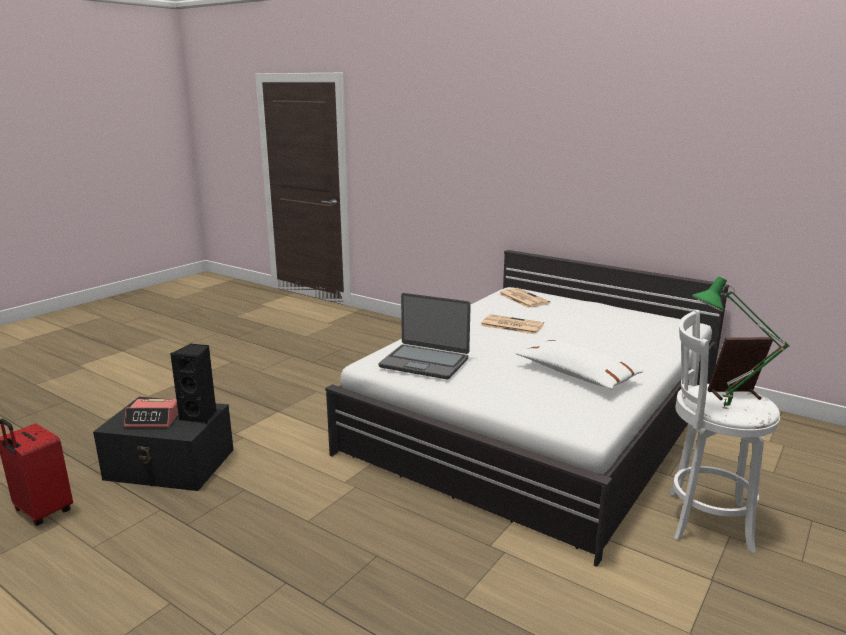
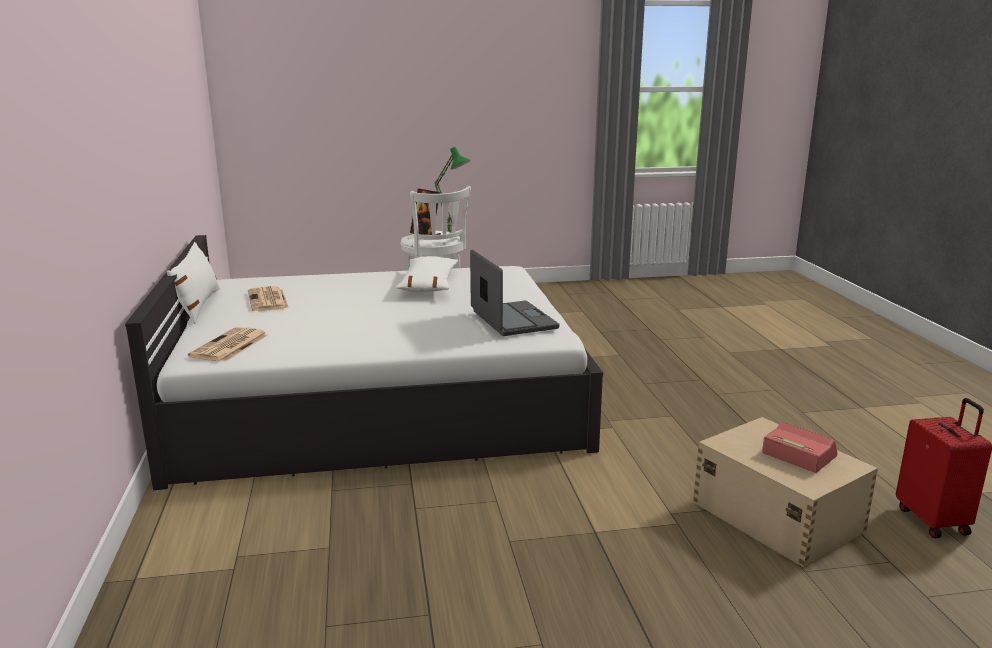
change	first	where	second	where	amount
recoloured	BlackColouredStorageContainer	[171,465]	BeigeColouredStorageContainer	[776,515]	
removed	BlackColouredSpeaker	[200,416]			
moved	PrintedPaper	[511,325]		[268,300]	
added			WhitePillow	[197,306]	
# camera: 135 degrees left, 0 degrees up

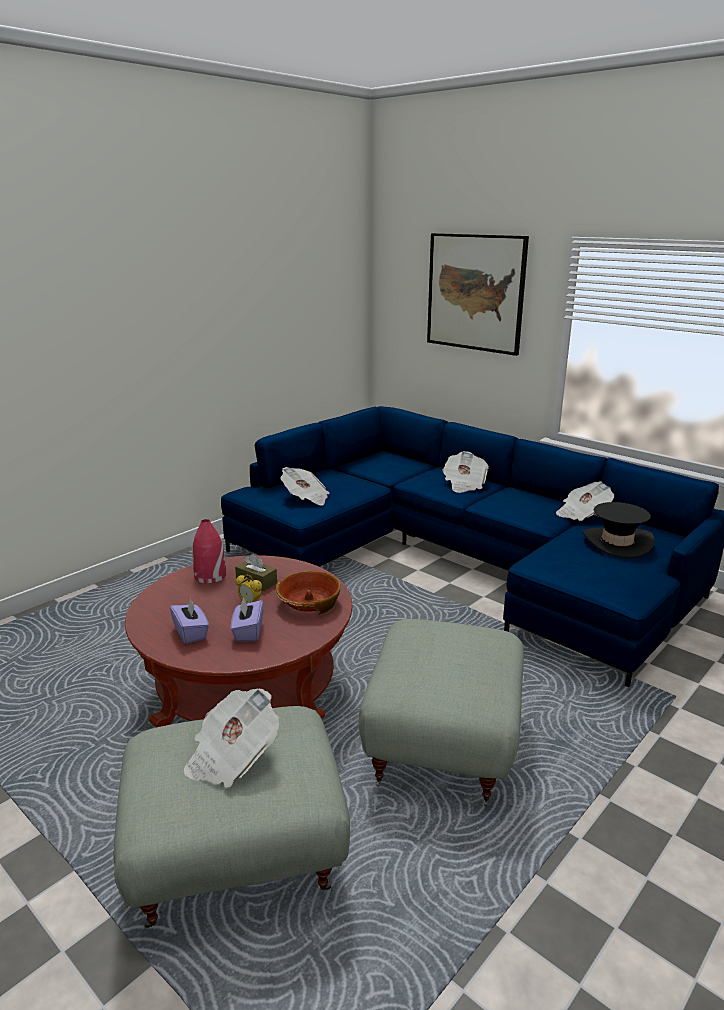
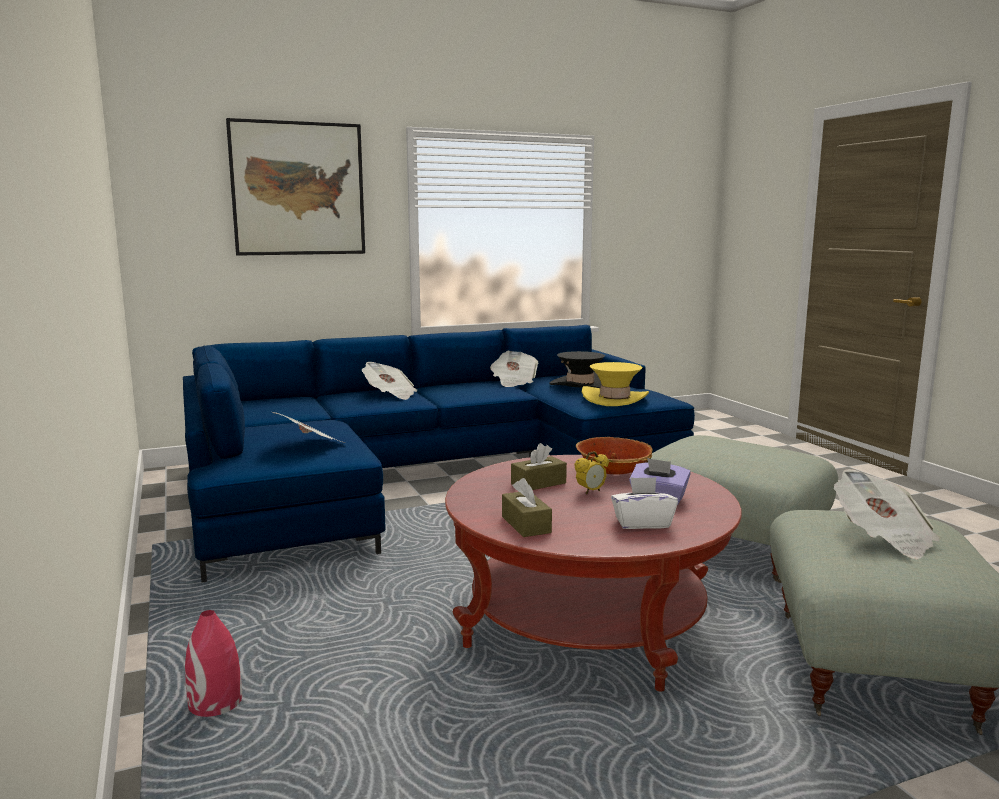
change	first	where	second	where	amount
recoloured	PurpleBoxOfTissues	[191,633]	WhiteBoxOfTissues	[642,523]	
moved	ReddishDecorativeVase	[210,576]		[215,703]	
added			BrownBoxOfTissues	[526,524]	
added			YellowWearableHat	[614,399]	
# camera: 65 degrees left, 10 degrees down

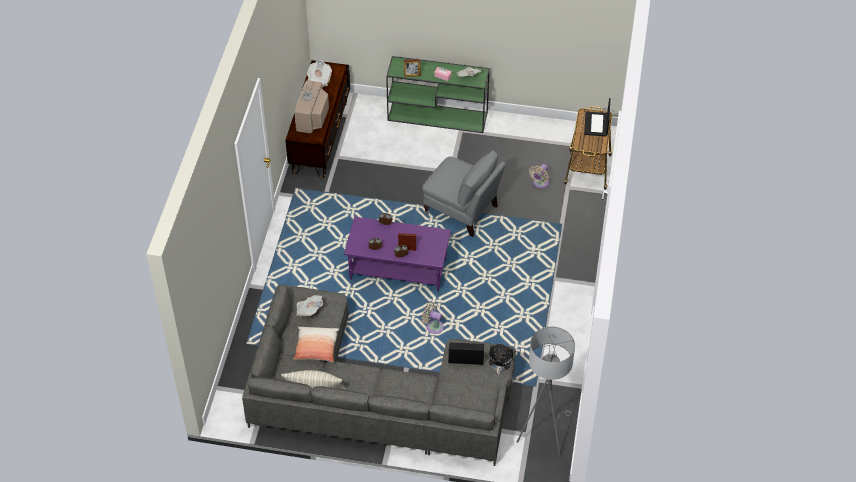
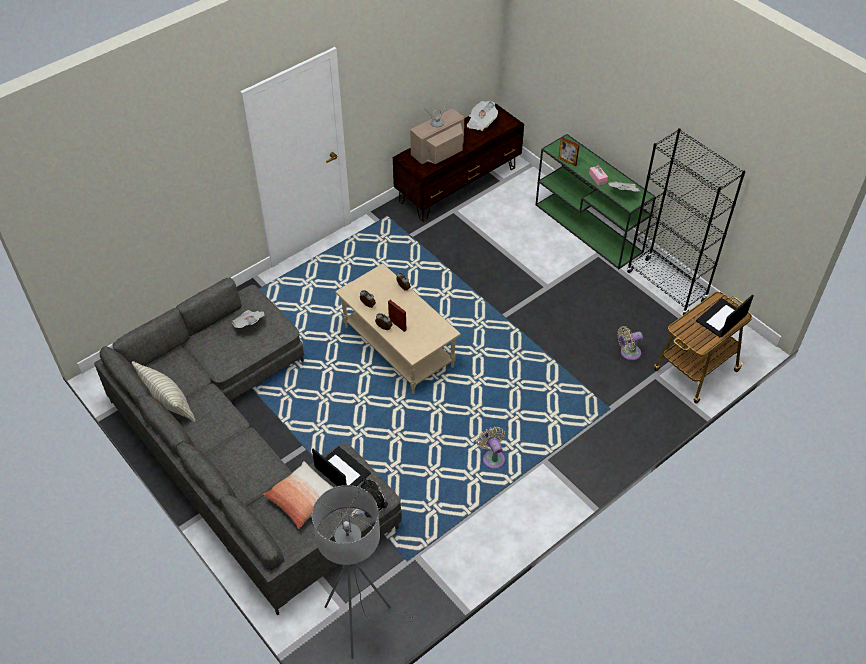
change	first	where	second	where	amount
moved	Pillow	[316,348]		[303,500]	
recoloured	PurpleLowTable	[397,270]	BeigeColouredLowTable	[397,347]	
moved	BeigeColouredElectricFan	[433,326]		[492,457]	
removed	GreyishArmchair	[462,211]			
added			BlackColouredBookshelf	[666,287]	
# camera: 40 degrees right, 0 degrees up

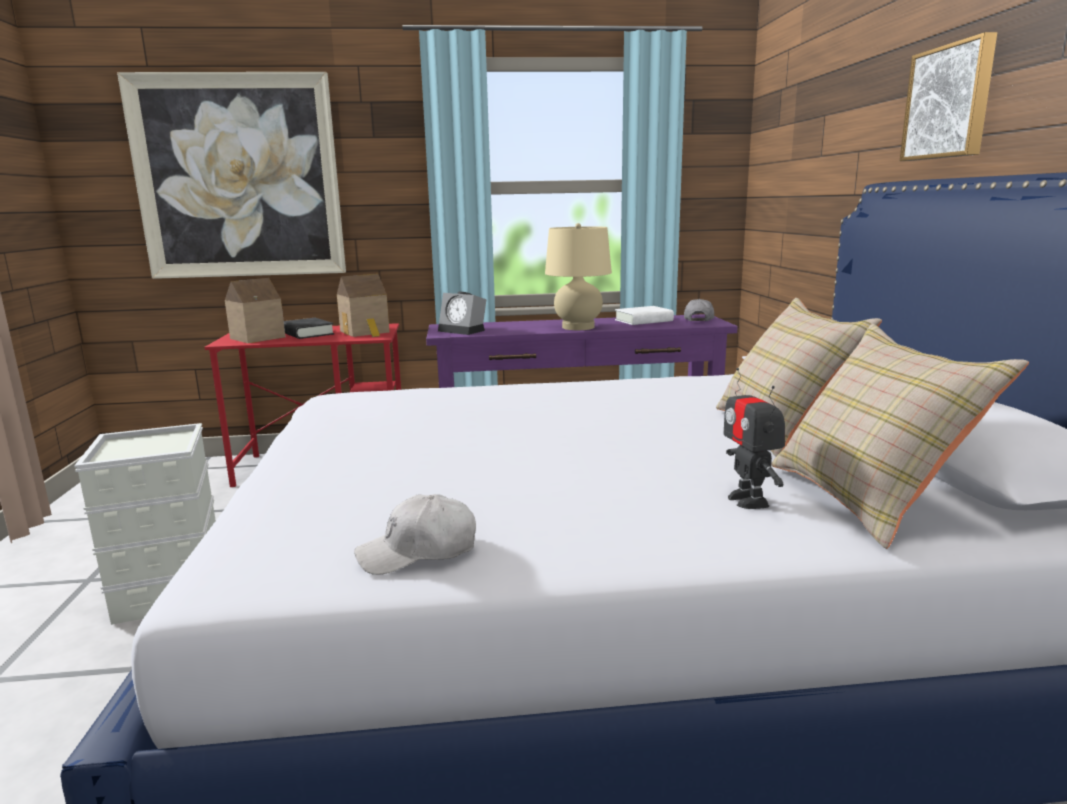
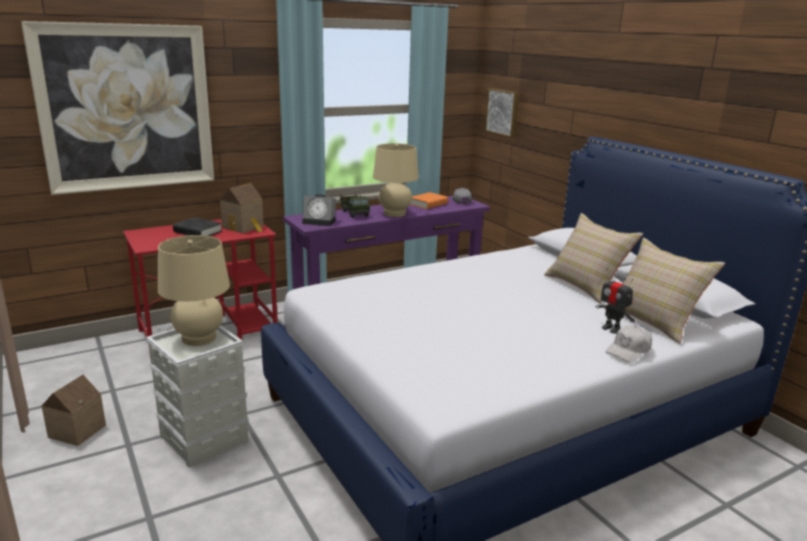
change	first	where	second	where	amount
moved	ToyHouse	[256,338]		[75,431]	
moved	WhitePeakedCap	[418,552]		[628,351]	
recoloured	WhiteBoundBook	[643,320]	OrangeyBoundBook	[428,204]	
moved	Picture	[950,102]		[503,112]	
added			BeigeColouredTableLamp	[199,338]	
added			ToyTruck	[354,213]	
# camera: 25 degrees left, 5 degrees up

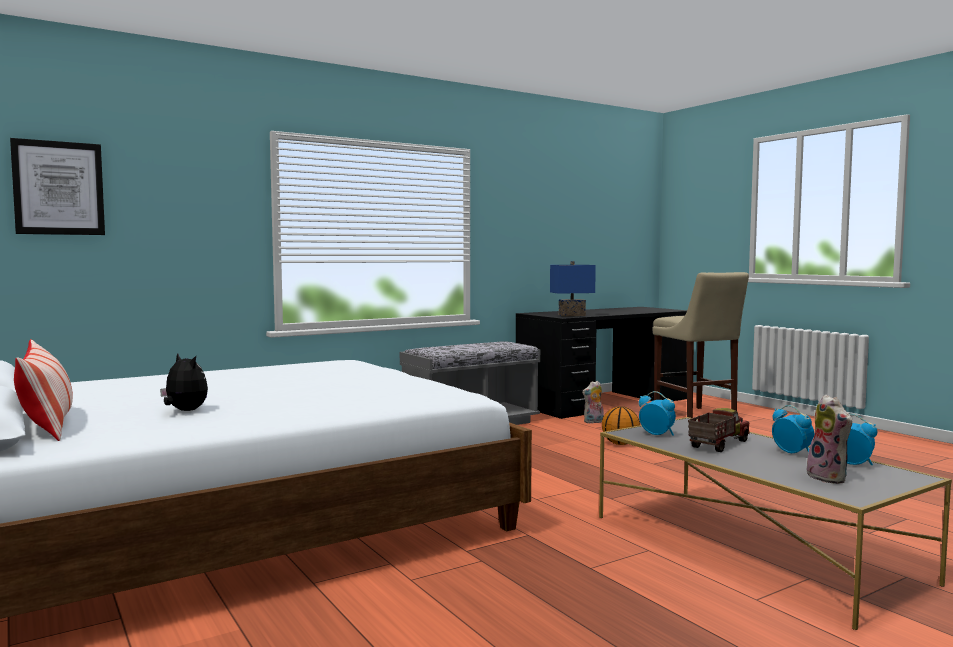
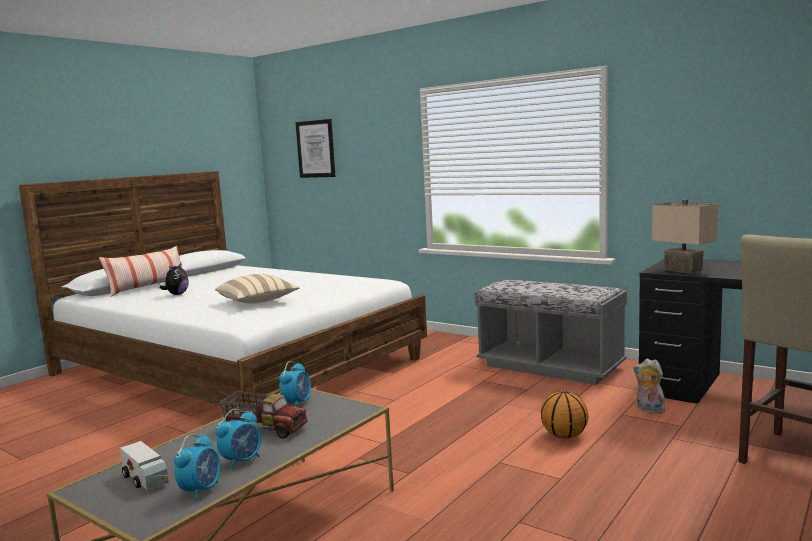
change	first	where	second	where	amount
recoloured	BluishTableLamp	[572,315]	BeigeColouredTableLamp	[681,270]	
replaced	CuddlyToy	[830,478]	ToyTruck	[146,479]	
added			BeigeColouredPillow	[257,302]	
# camera: 70 degrees right, 5 degrees up

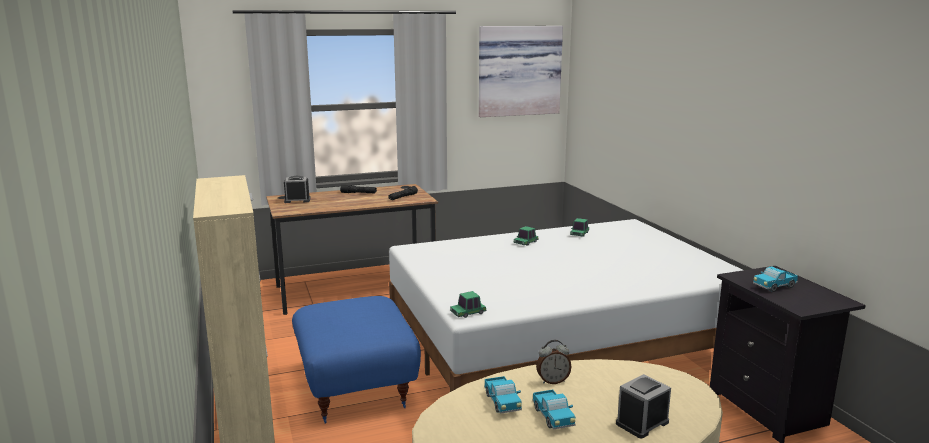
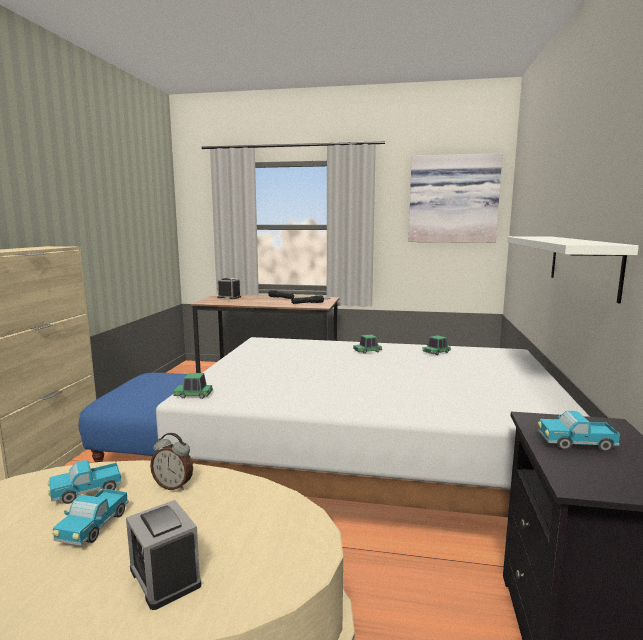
change	first	where	second	where	amount
turned	ToyTruck	[502,403]		[86,492]	45 degrees clockwise
turned	TableClock	[642,423]		[165,577]	120 degrees counterclockwise
added			WhiteBracketShelf	[582,264]	
# camera: 30 degrees right, 5 degrees down

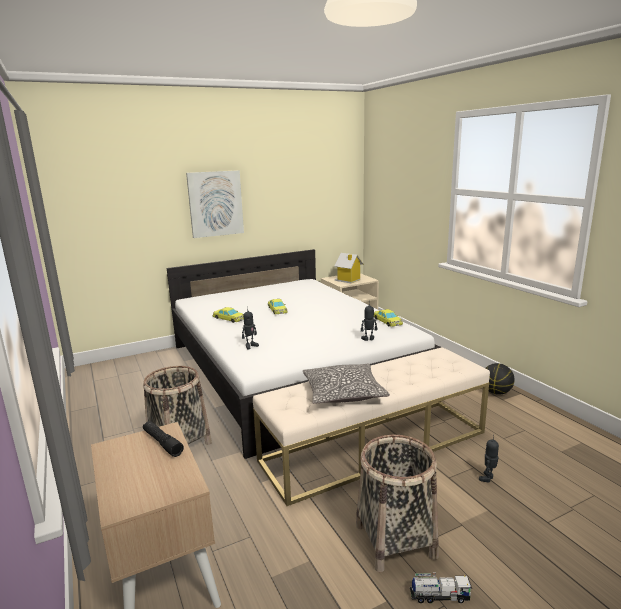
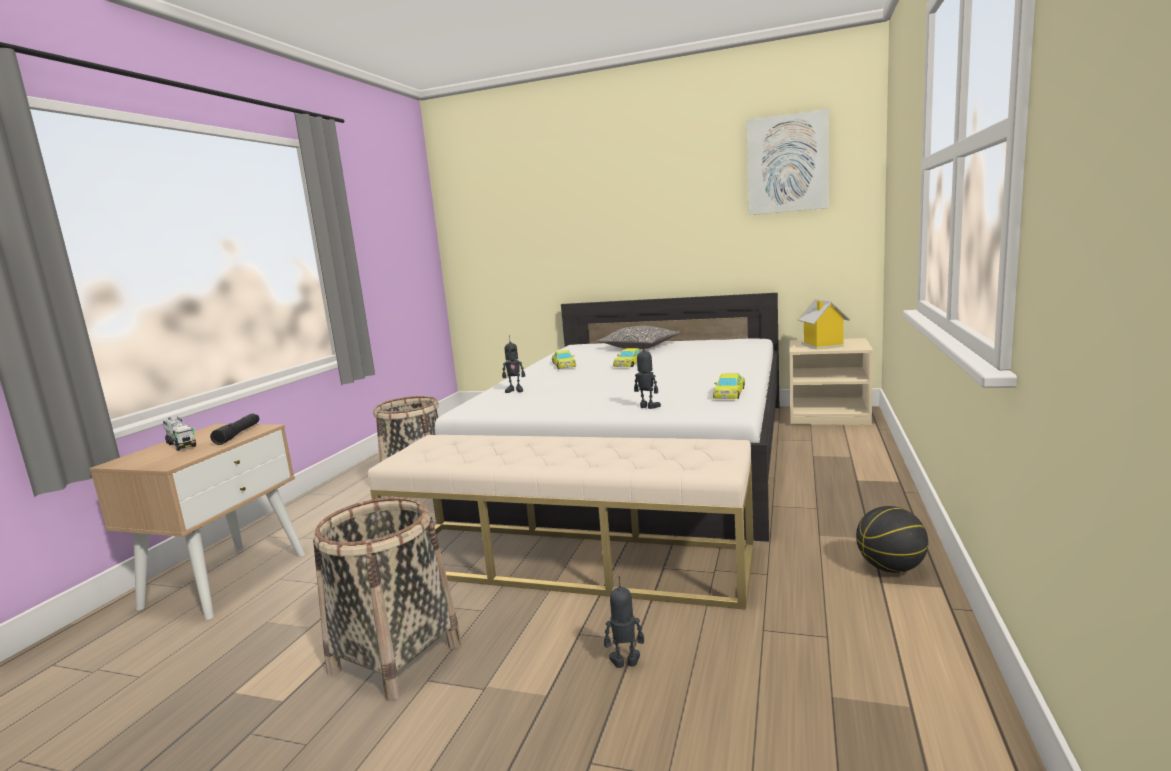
change	first	where	second	where	amount
moved	Picture	[215,203]		[787,164]	
moved	Pillow	[343,393]		[639,347]	
moved	ToyTruck	[439,596]		[181,444]	
# camera: 45 degrees right, 5 degrees down

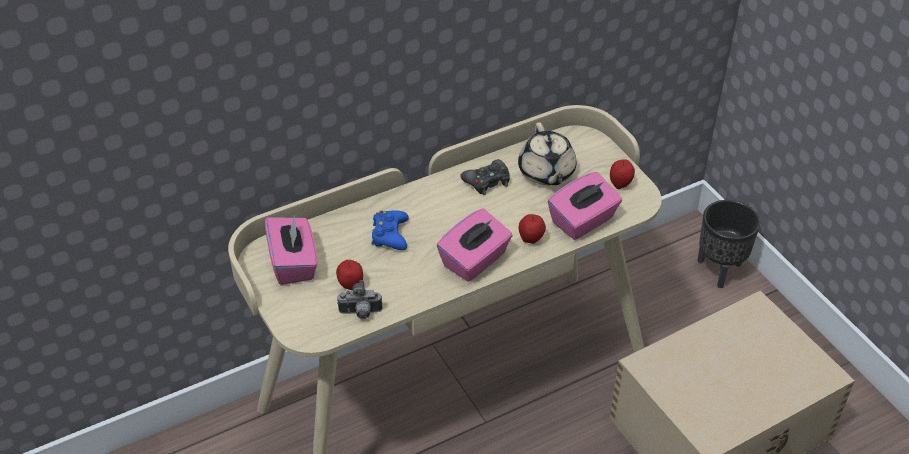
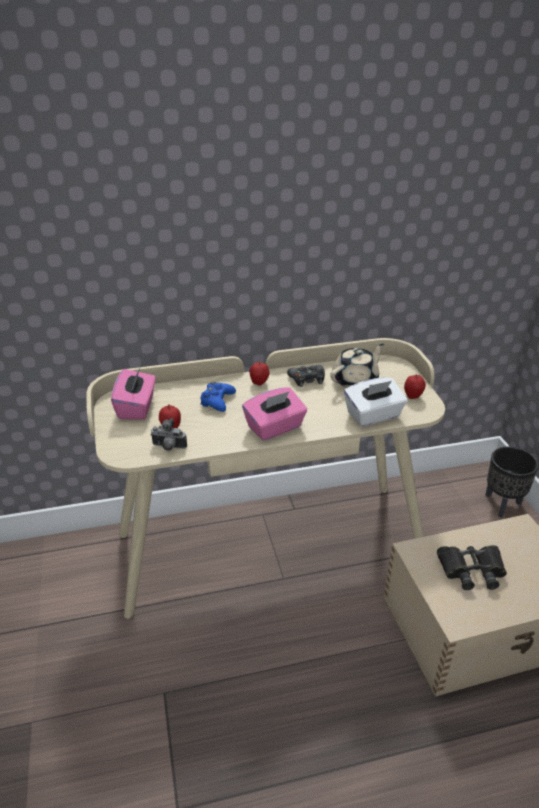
change	first	where	second	where	amount
turned	BeigeColouredPotForTea	[546,173]		[355,380]	135 degrees counterclockwise
moved	WholeApple	[531,240]		[259,383]	
recoloured	PinkColouredBoxOfTissues	[583,221]	WhiteBoxOfTissues	[373,415]	
added			BlackColouredPairOfBinoculars	[471,570]	
# camera: 15 degrees right, 10 degrees down

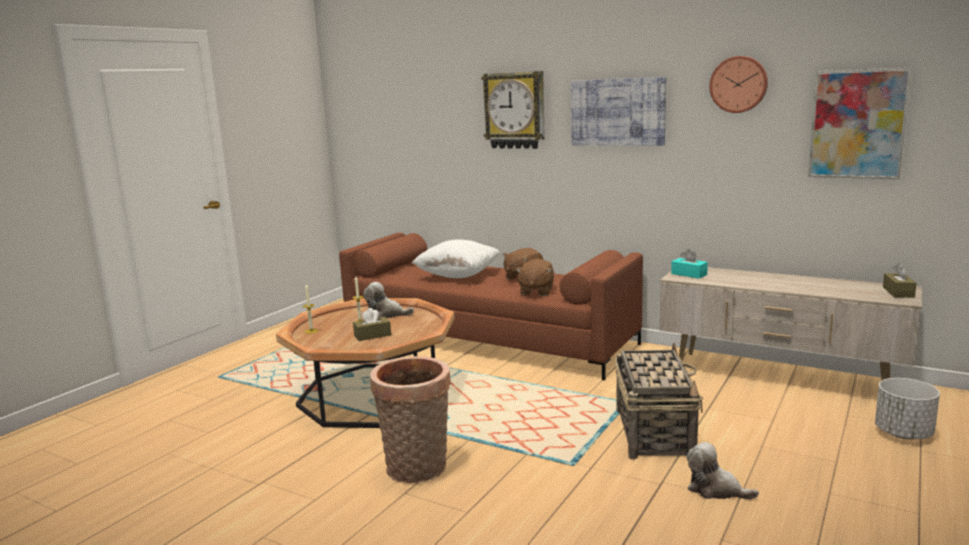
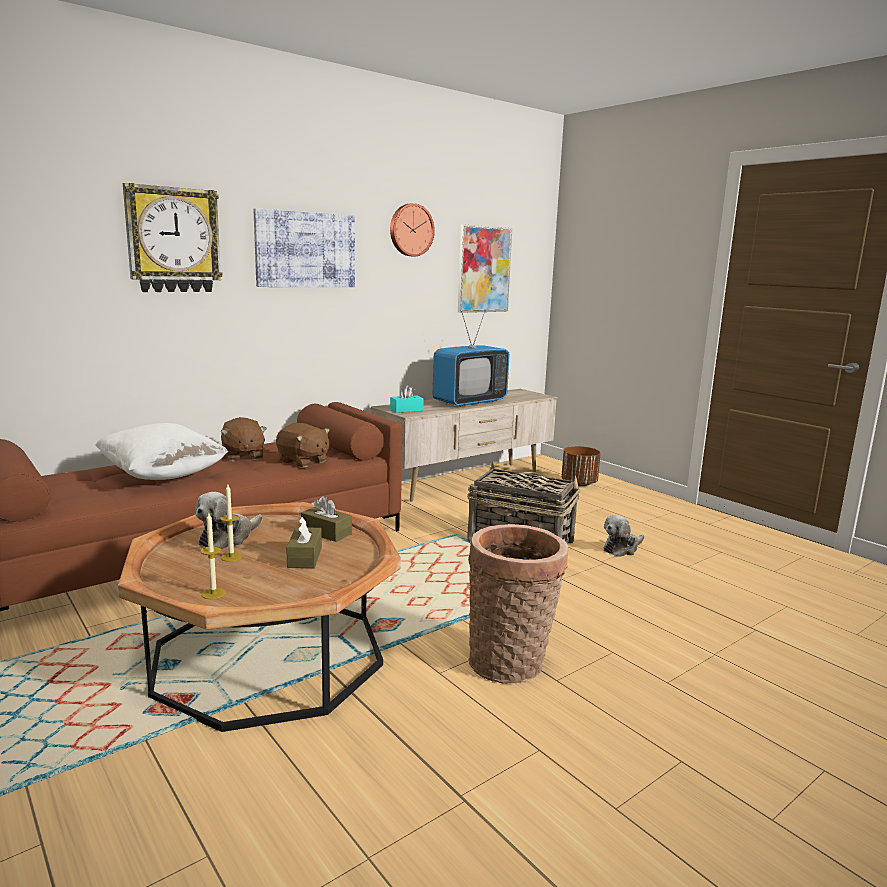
change	first	where	second	where	amount
recoloured	WhiteFlowerPot	[903,434]	BrownFlowerPot	[579,484]	
moved	BrownBoxOfTissues	[898,292]		[326,532]	
added			Tv	[469,402]	
# camera: 70 degrees left, 0 degrees up

